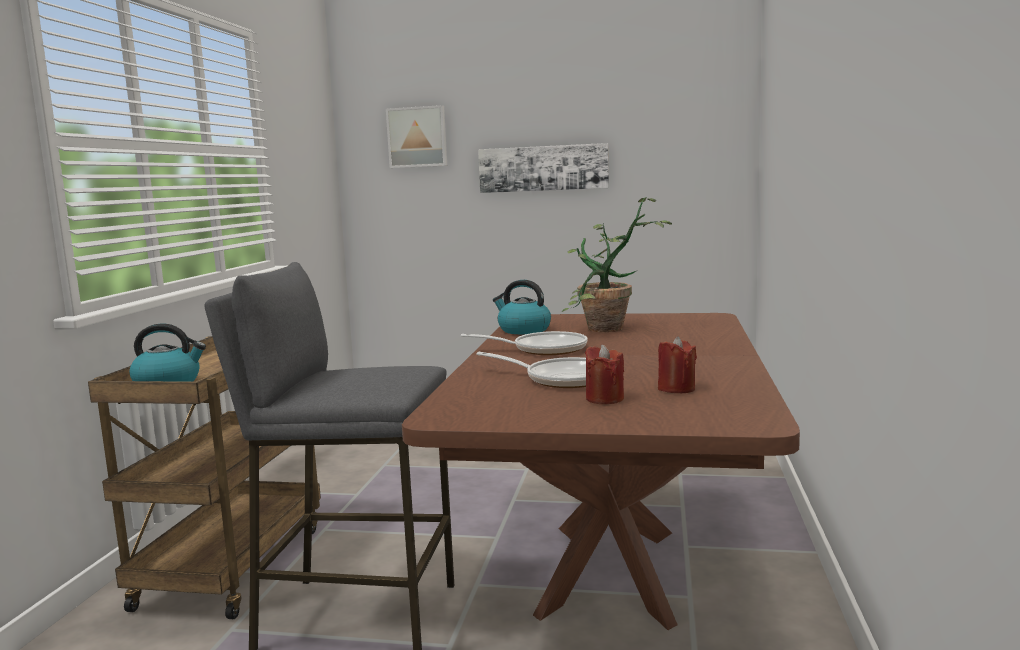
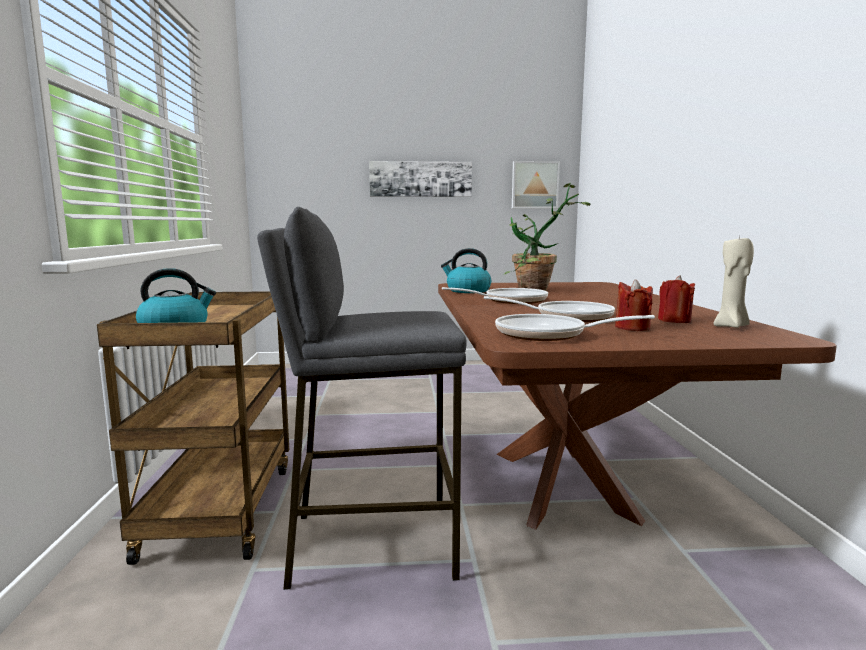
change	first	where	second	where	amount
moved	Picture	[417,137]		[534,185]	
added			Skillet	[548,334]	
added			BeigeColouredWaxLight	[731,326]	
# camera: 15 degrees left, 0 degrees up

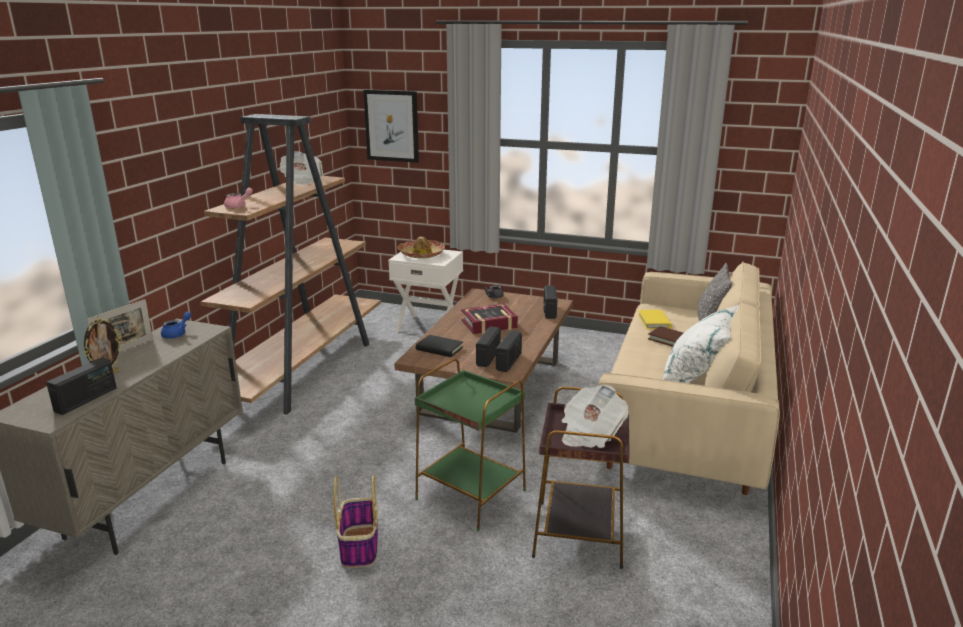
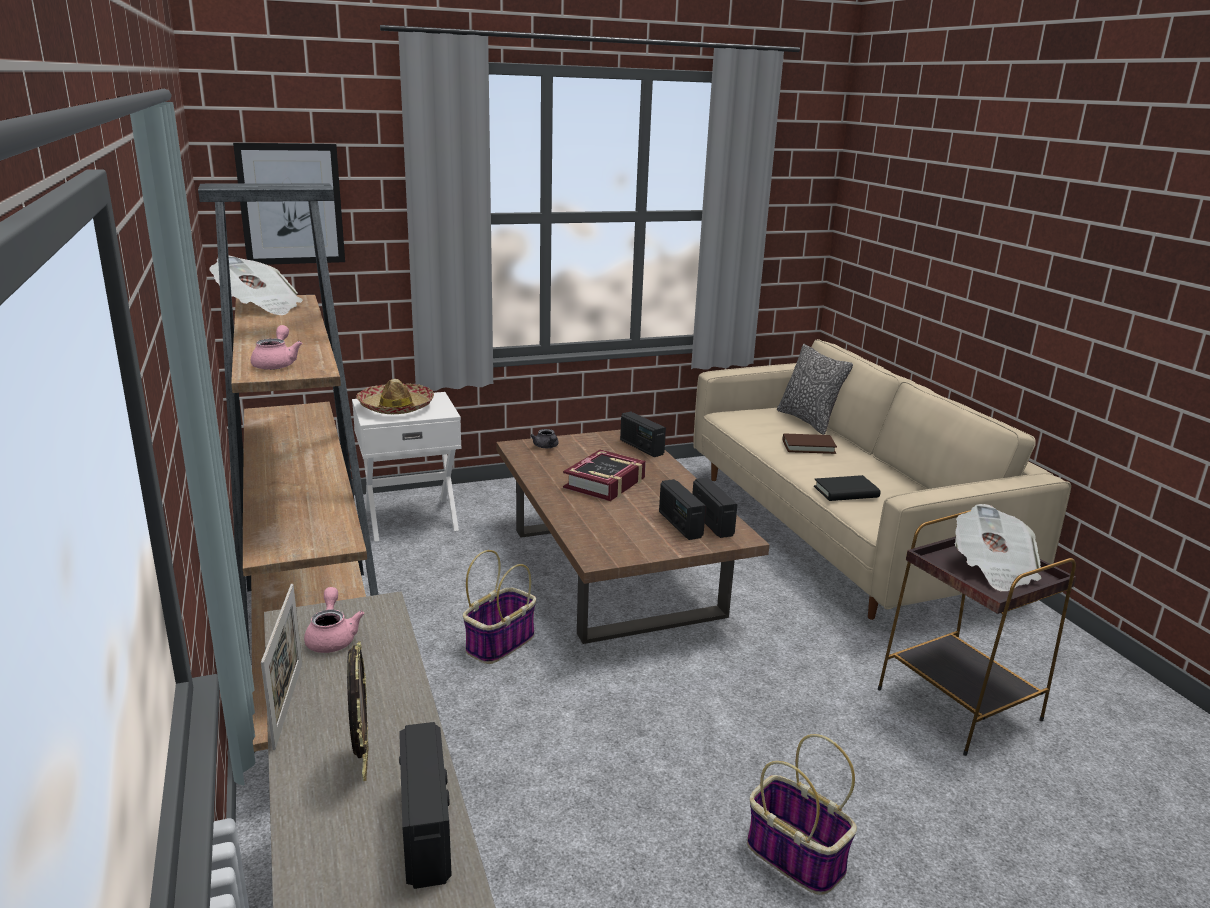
change	first	where	second	where	amount
recoloured	BluishPotForTea	[177,334]	PinkColouredPotForTea	[332,637]	
removed	GreenishSideTable	[471,495]			
moved	BlackColouredBoundBook	[439,348]		[846,492]	
removed	YellowBoundBook	[654,322]			
removed	WhitePillow	[697,377]			
added			StorageBasket	[500,642]	
# camera: 40 degrees left, 0 degrees up

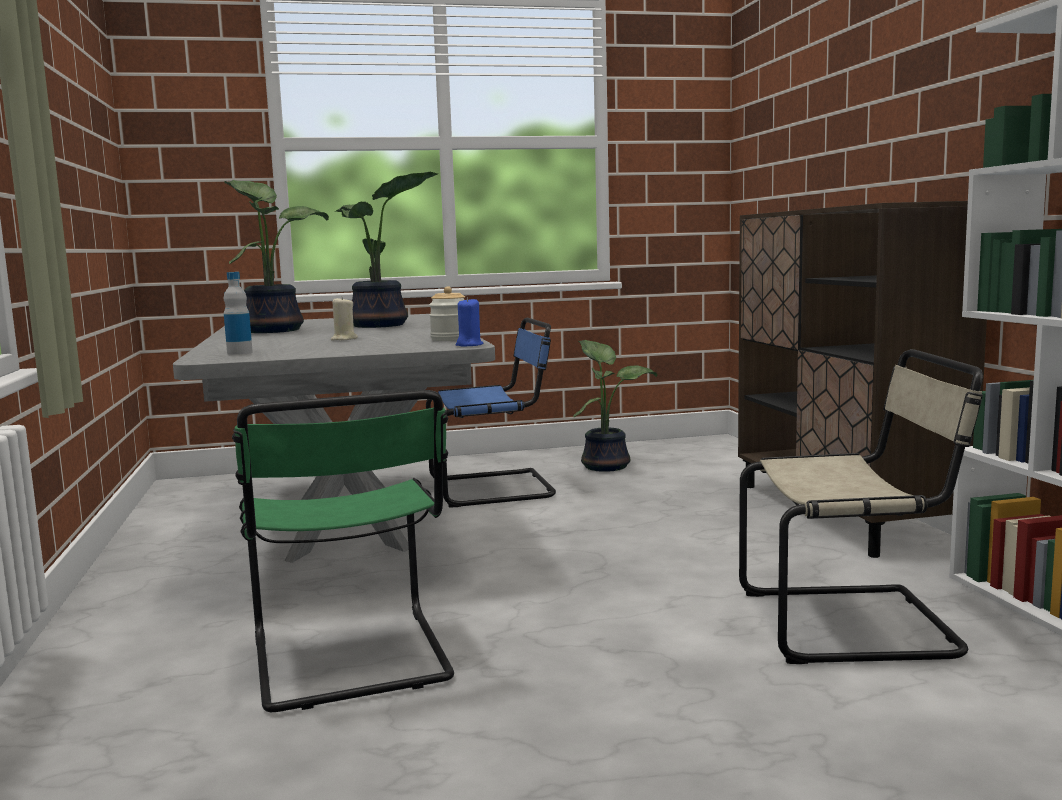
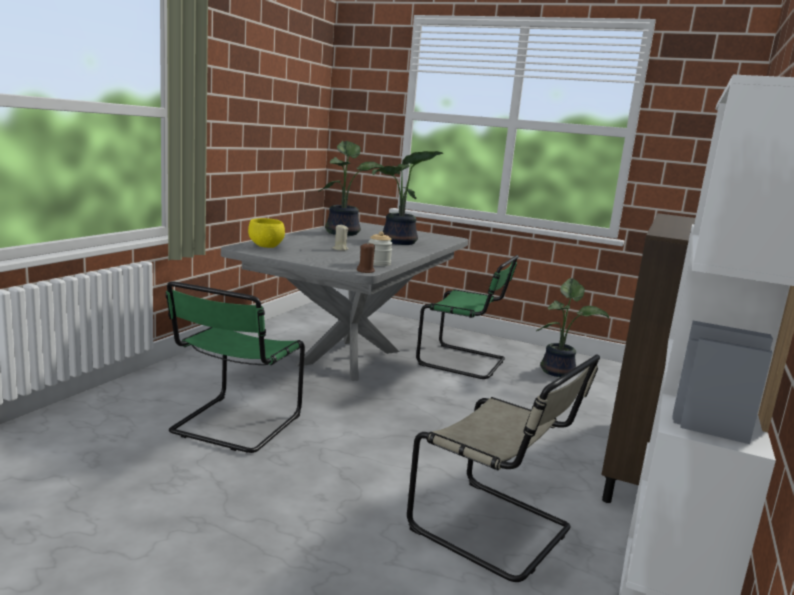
change	first	where	second	where	amount
replaced	BeverageBottle	[239,353]	YellowServingBowl	[267,247]	
recoloured	BluishPlainChair	[496,488]	GreenishPlainChair	[465,362]	
recoloured	BluishWaxLight	[469,345]	BrownWaxLight	[366,271]	
# camera: 35 degrees right, 5 degrees up

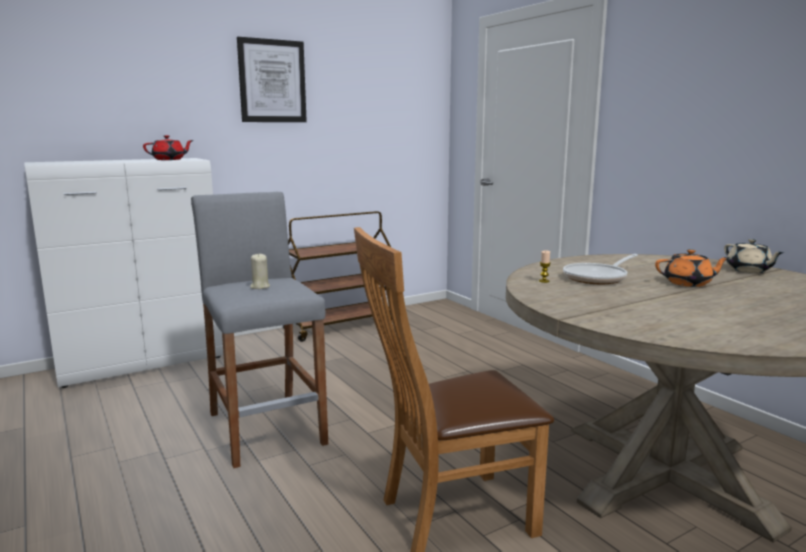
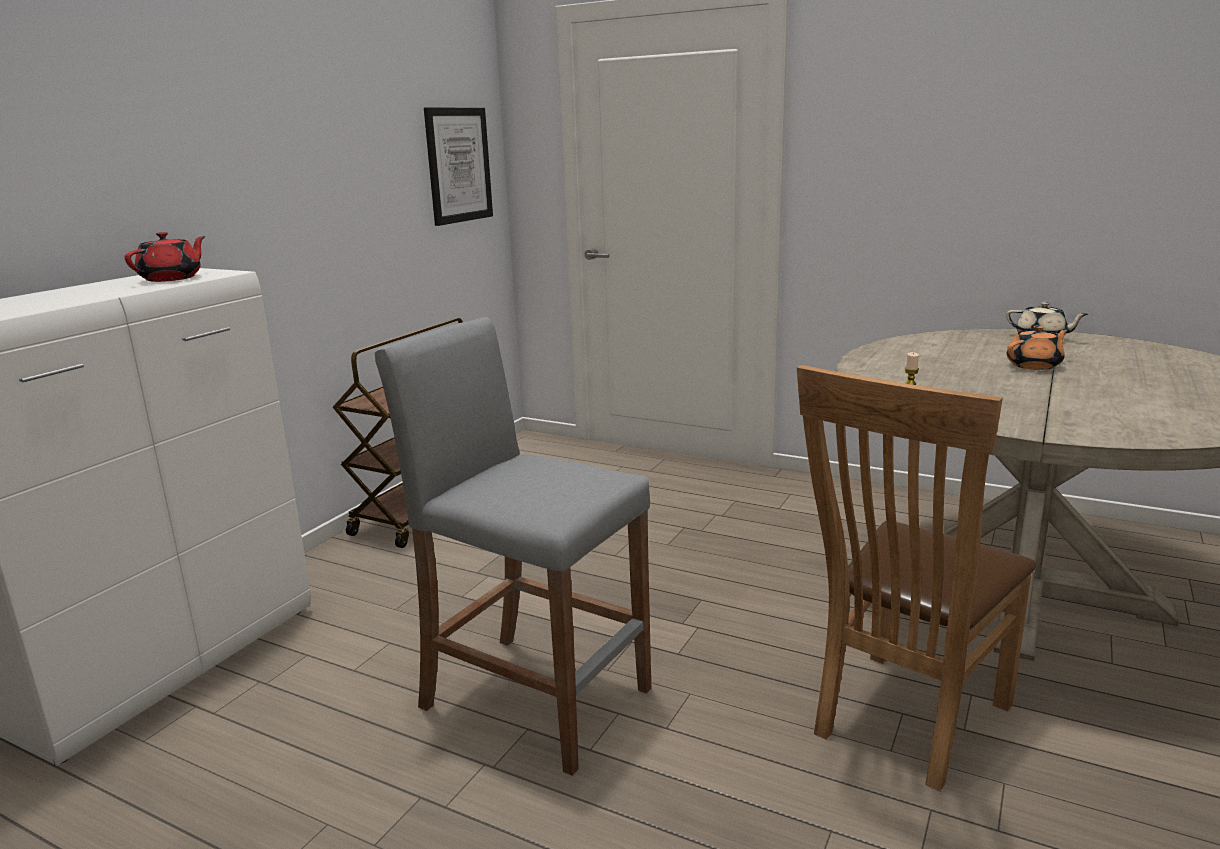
change	first	where	second	where	amount
moved	Picture	[272,81]		[458,165]	
removed	BeigeColouredWaxLight	[260,287]			
removed	Skillet	[598,278]			
# camera: 30 degrees left, 5 degrees up

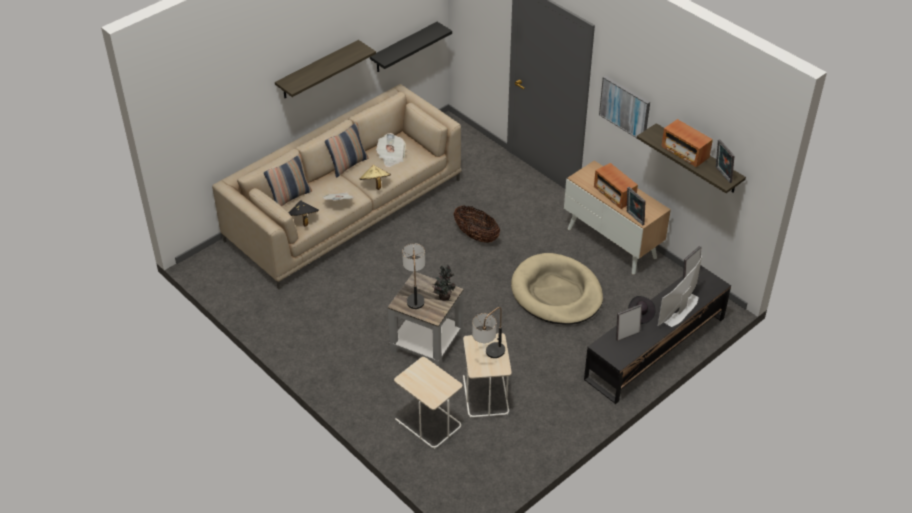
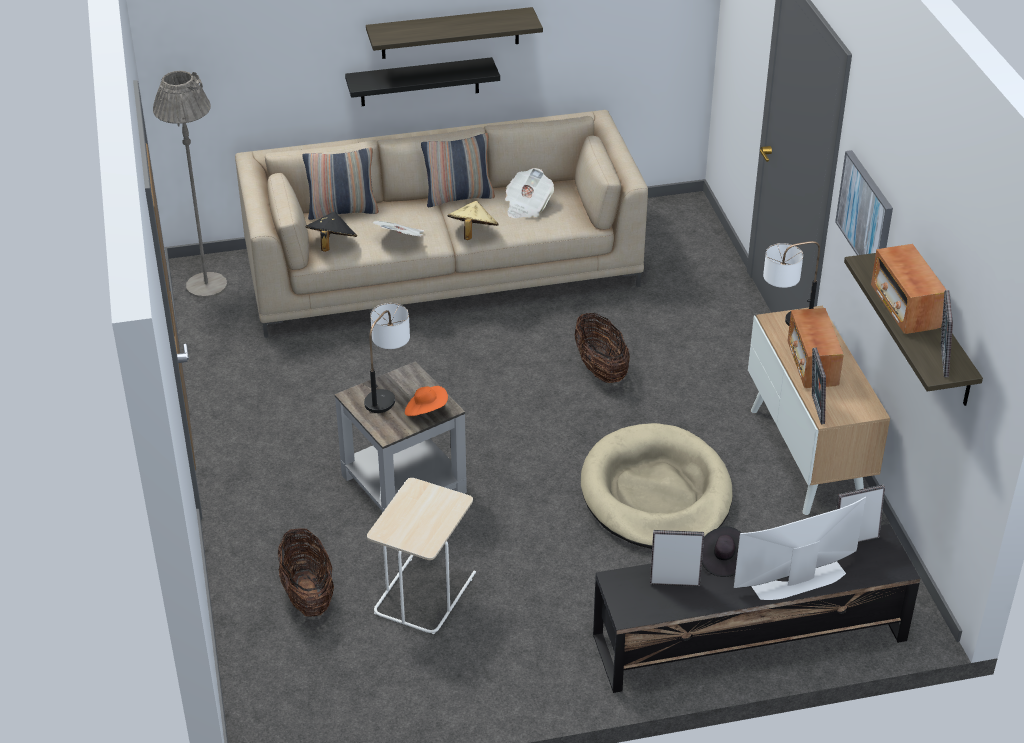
change	first	where	second	where	amount
moved	BlackColouredBracketShelf	[404,48]		[419,82]	
replaced	BeigeColouredSideTable	[428,422]	StorageBasket	[308,594]	
replaced	PottedPlant	[443,296]	OrangeyWearableHat	[426,411]	
moved	TableLamp	[488,356]		[786,323]	
added			GreyishStandardLamp	[206,285]	
# camera: 30 degrees right, 5 degrees down

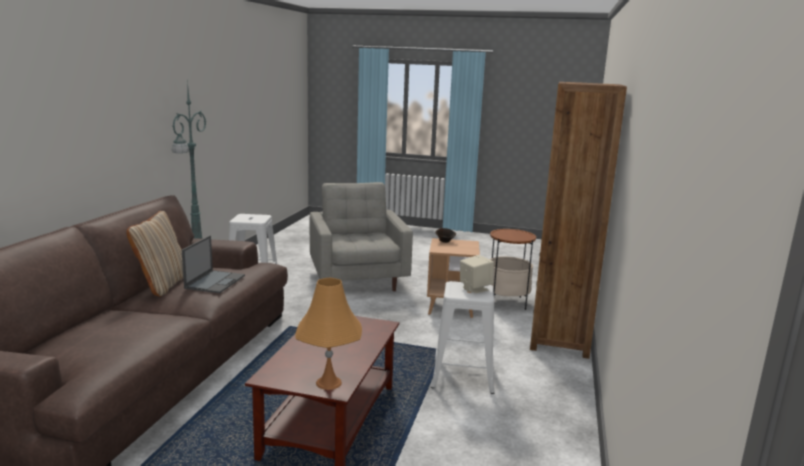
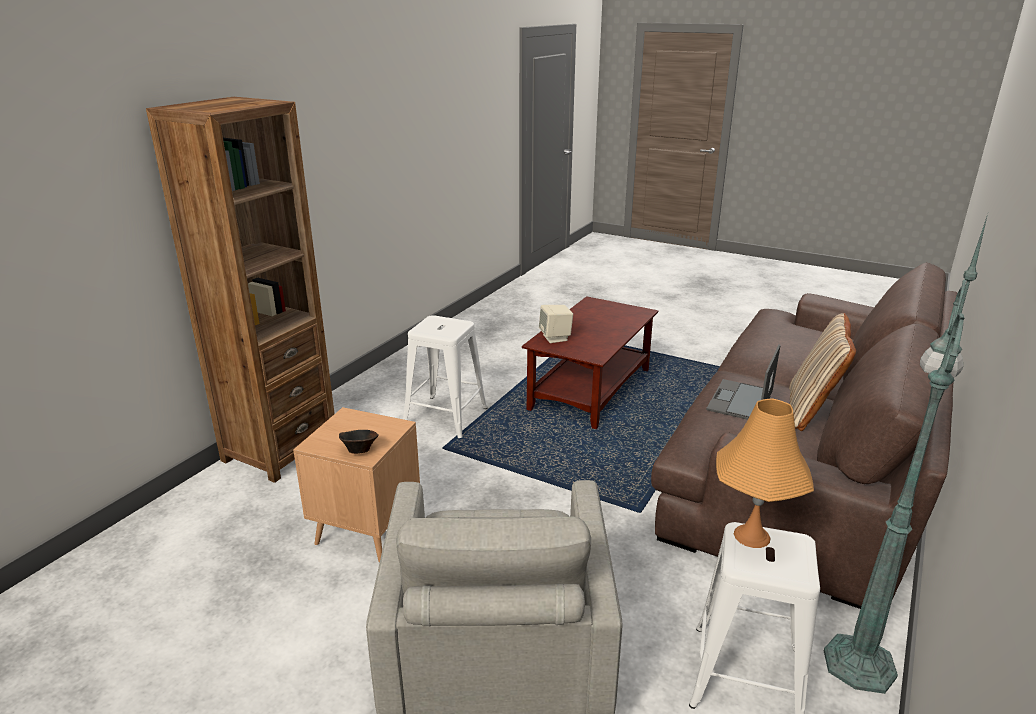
change	first	where	second	where	amount
moved	OrangeyTableLamp	[328,382]		[752,536]	
moved	BeigeColouredSpeaker	[475,288]		[555,337]	
removed	SideTable	[506,302]			
# camera: 165 degrees left, 10 degrees up

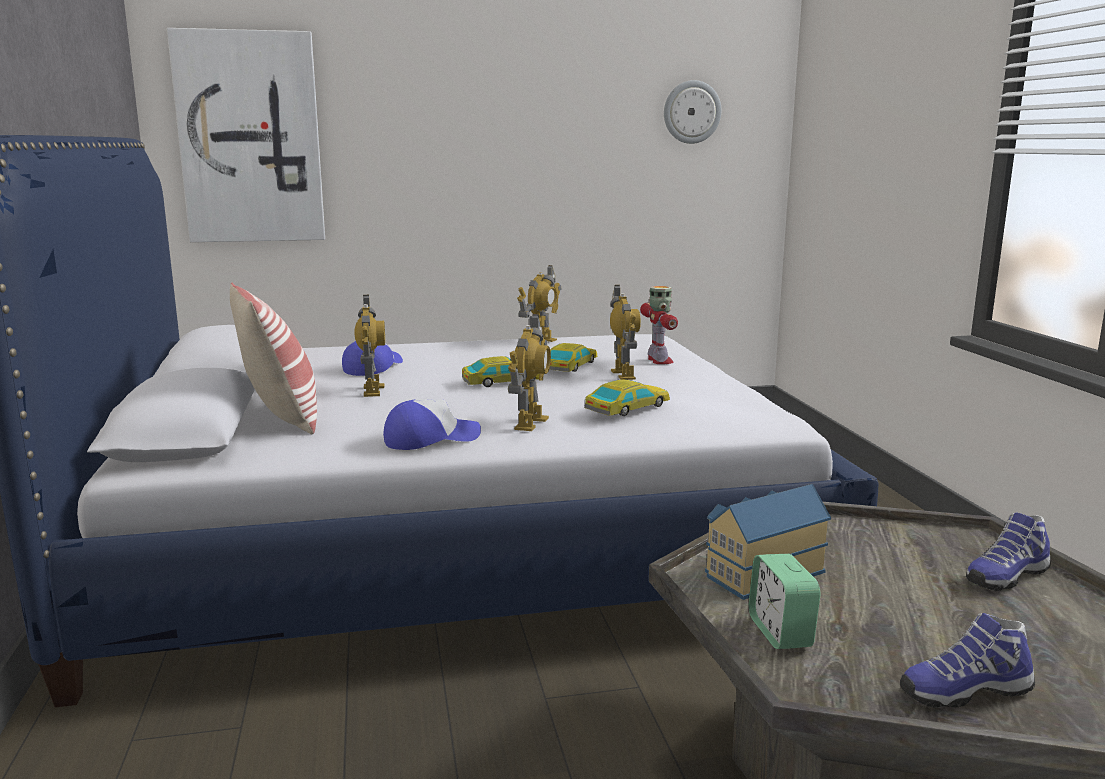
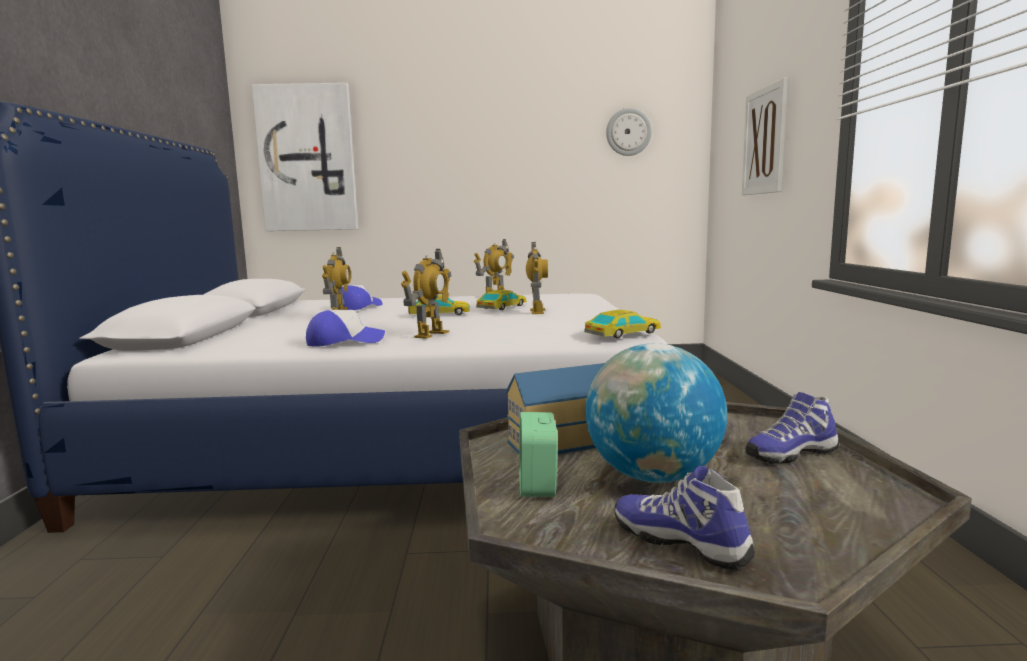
change	first	where	second	where	amount
removed	Pillow	[281,417]			
moved	ToyCar	[627,408]		[622,334]	
removed	RobotFigure	[659,361]			
turned	LowShoe	[963,690]		[681,541]	45 degrees clockwise
added			WorldGlobe	[652,476]	
added			Picture	[764,141]	
# camera: 10 degrees right, 5 degrees down

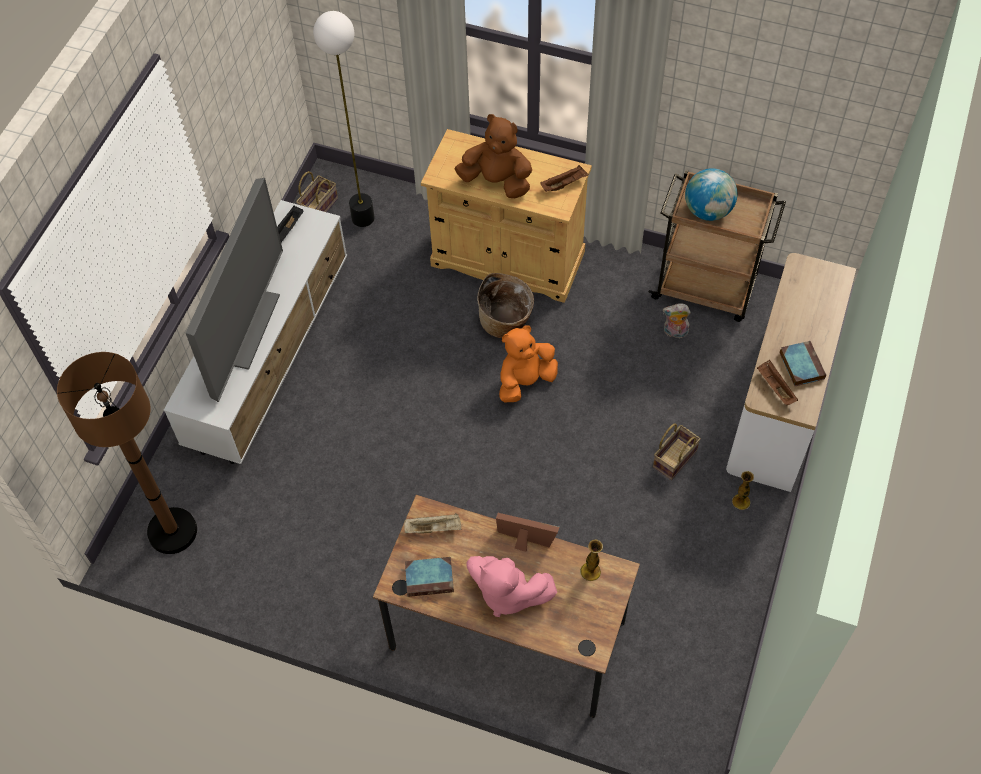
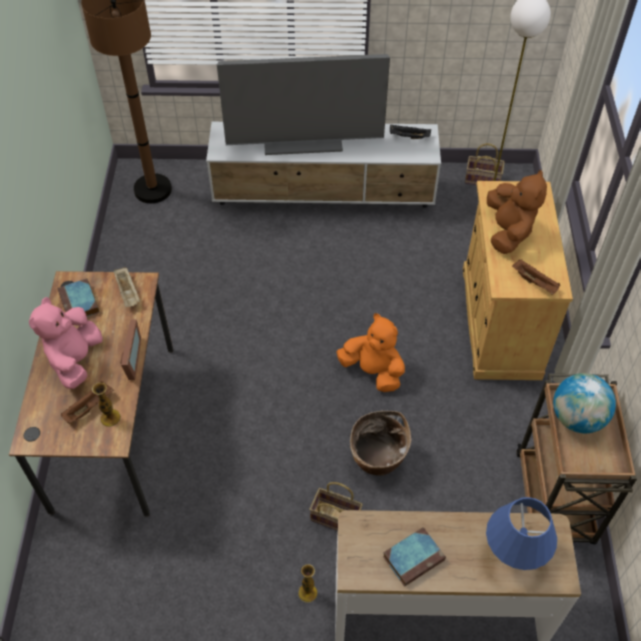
change	first	where	second	where	amount
moved	StorageBasket	[506,323]		[377,460]	
removed	CuddlyToy	[674,333]			
moved	BrownTray	[775,387]		[89,407]	
added			BluishTableLamp	[513,553]	
# camera: 70 degrees right, 5 degrees down

